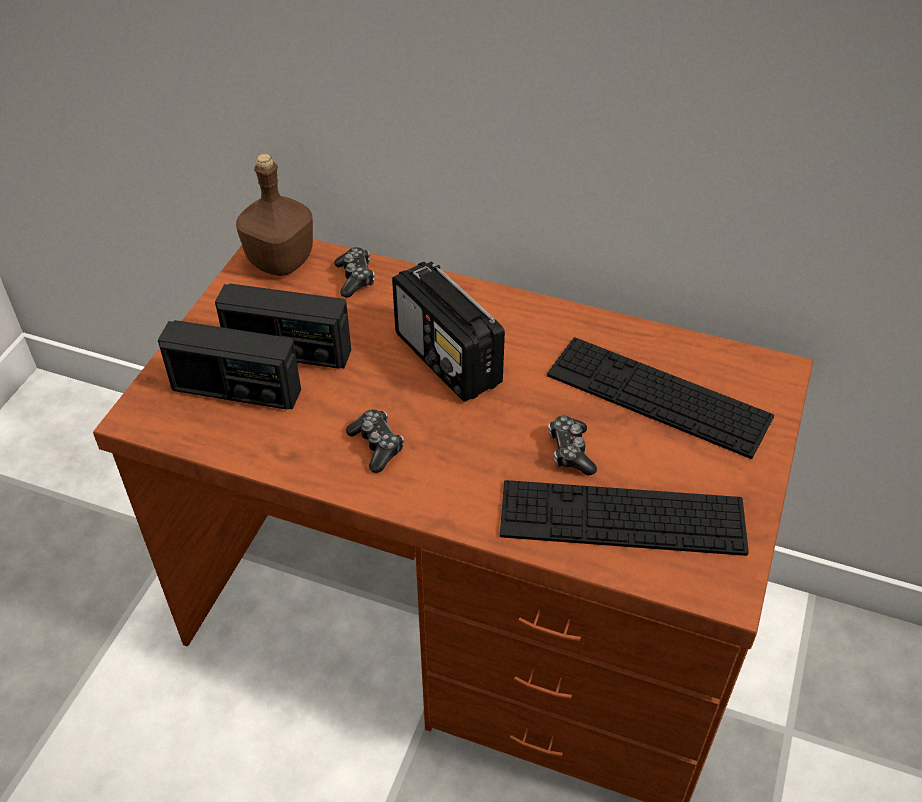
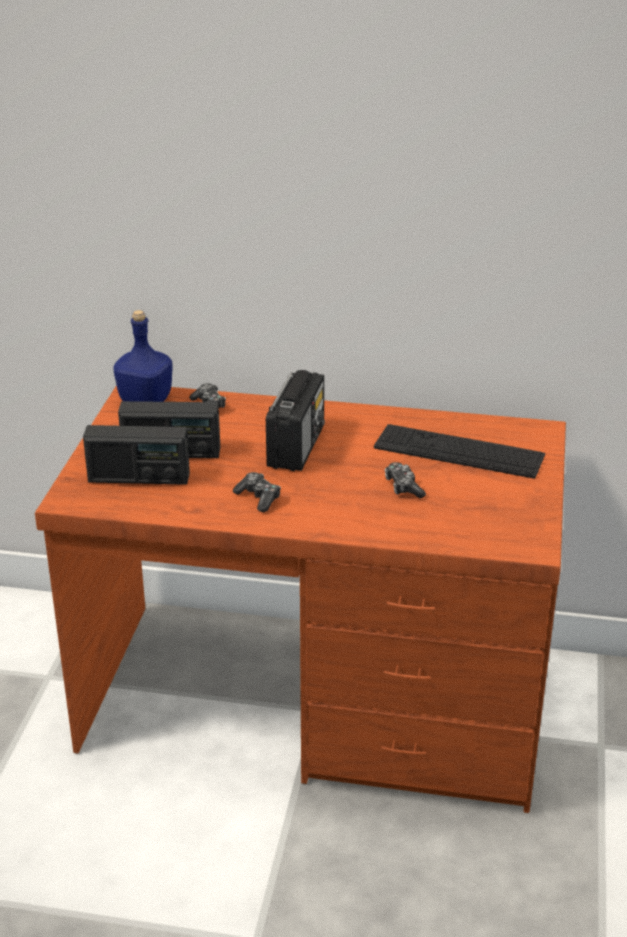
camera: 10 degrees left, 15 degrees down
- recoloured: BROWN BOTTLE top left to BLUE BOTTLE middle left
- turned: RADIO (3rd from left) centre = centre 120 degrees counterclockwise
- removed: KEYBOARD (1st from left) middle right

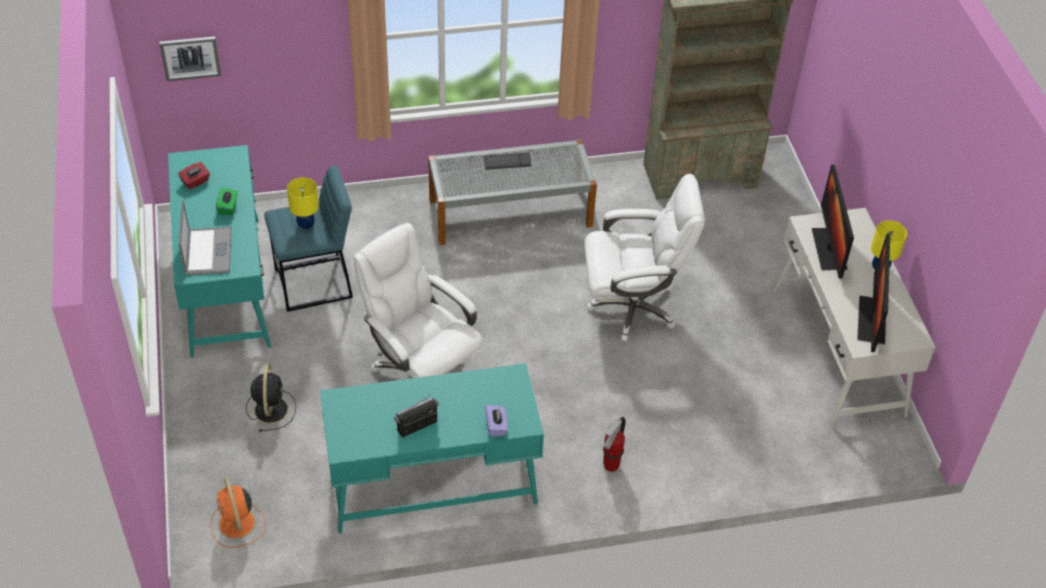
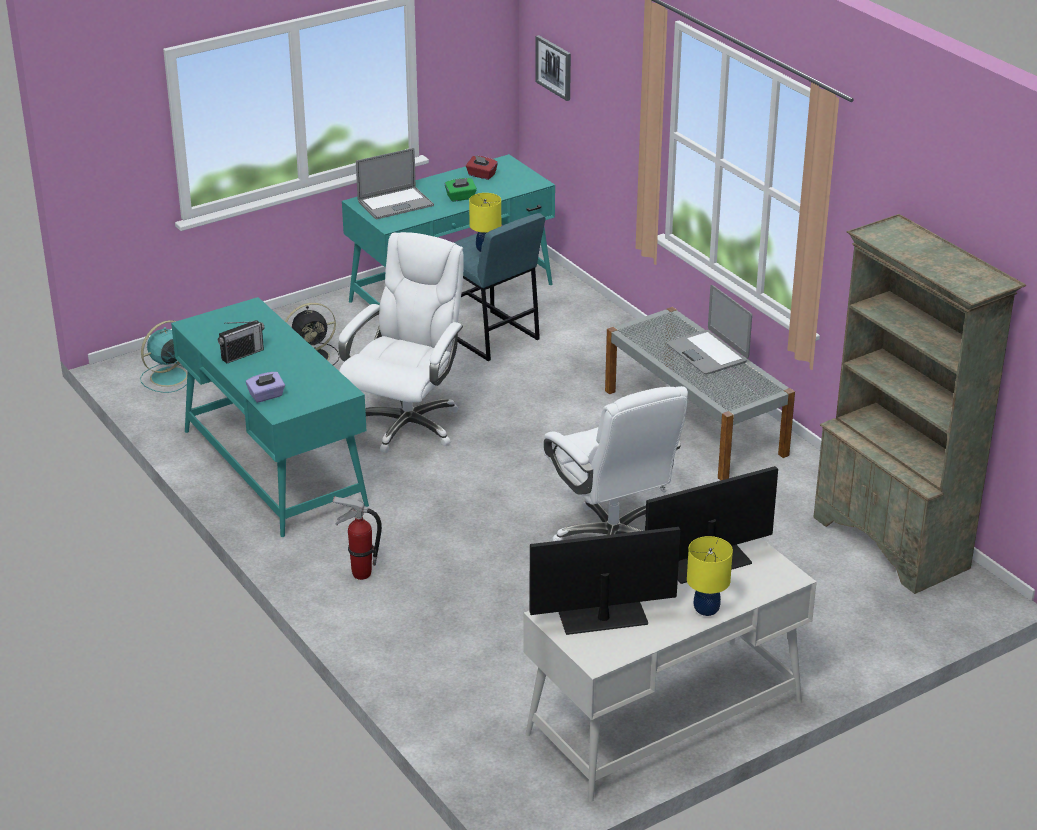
camera: 70 degrees right, 15 degrees down
- recoloured: ORANGE FAN bottom left to TURQUOISE FAN middle left
- turned: RADIO bottom centre = middle left 105 degrees clockwise
- replaced: KEYBOARD top centre to LAPTOP (2nd from left) middle right

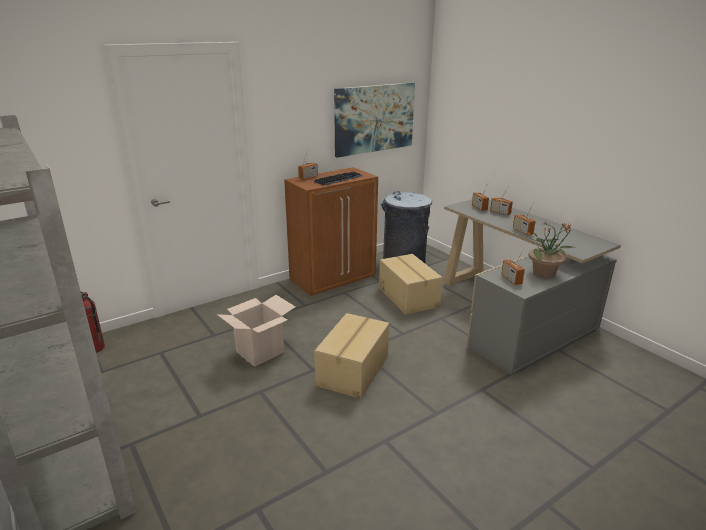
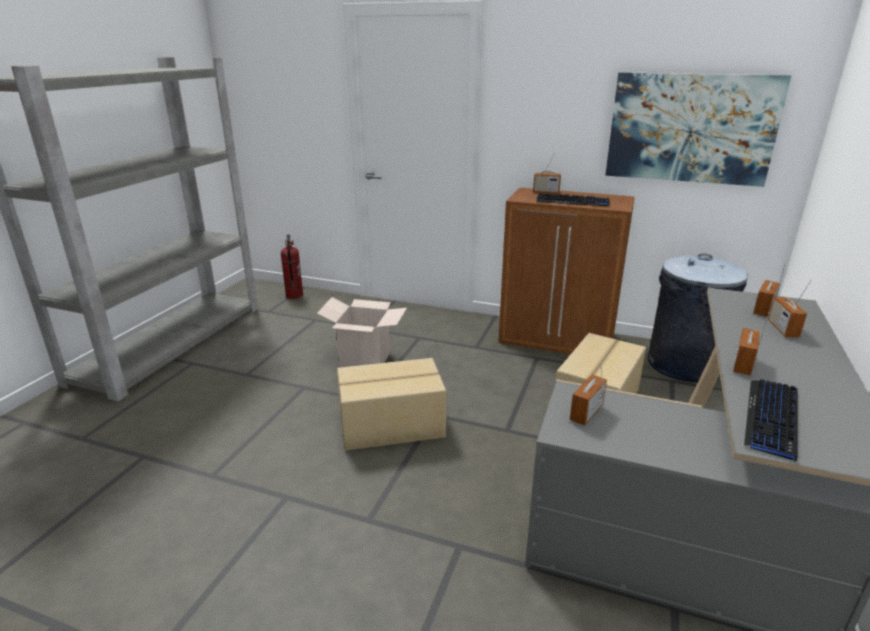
camera: 55 degrees right, 0 degrees up
- added: KEYBOARD (2nd from left) middle right
- removed: POTTED PLANT middle right

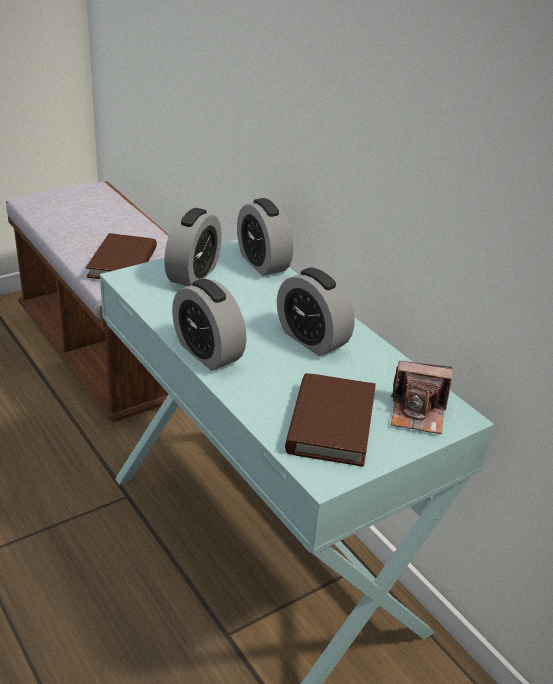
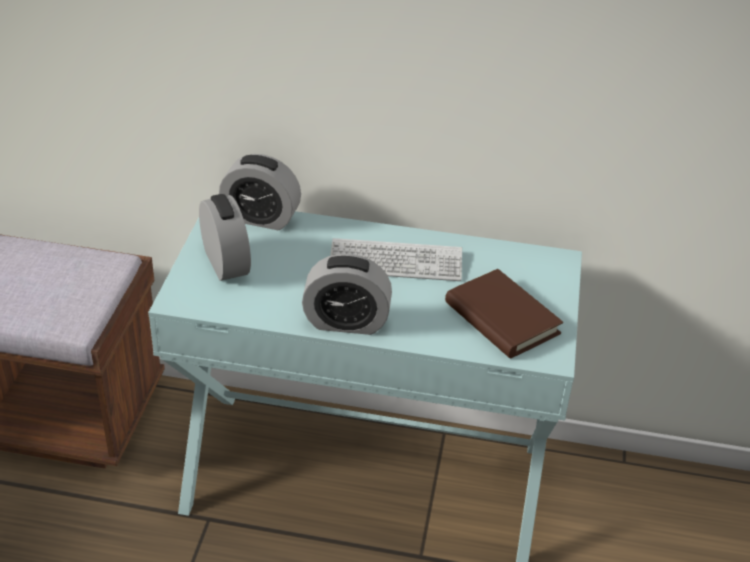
camera: 45 degrees left, 5 degrees up
- replaced: ALARM CLOCK (4th from left) centre to KEYBOARD centre
- removed: BROWN BOOK (1st from left) middle left
- removed: PHOTO CAMERA middle right

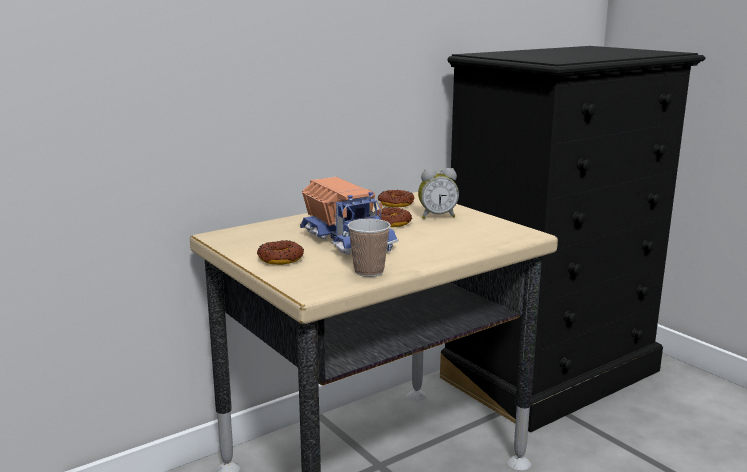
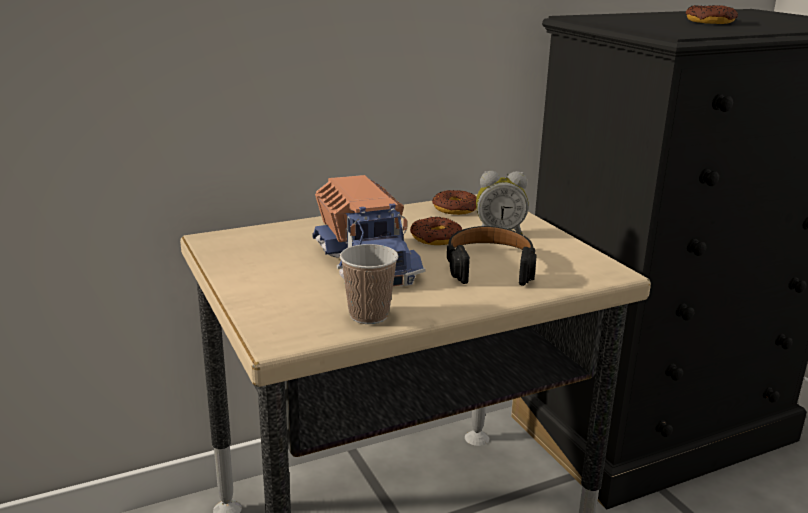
camera: 10 degrees right, 5 degrees up
- added: BLACK HEADPHONES centre
- moved: DONUT (1st from left in the first image) centre to DONUT (3rd from left) top right

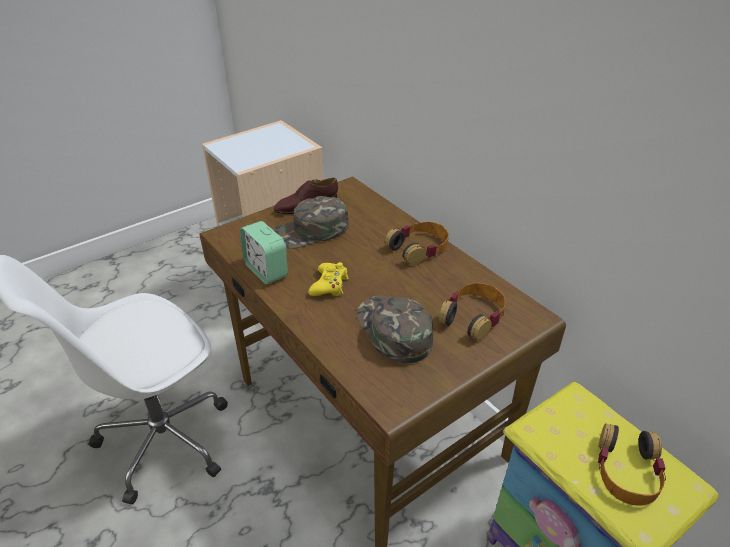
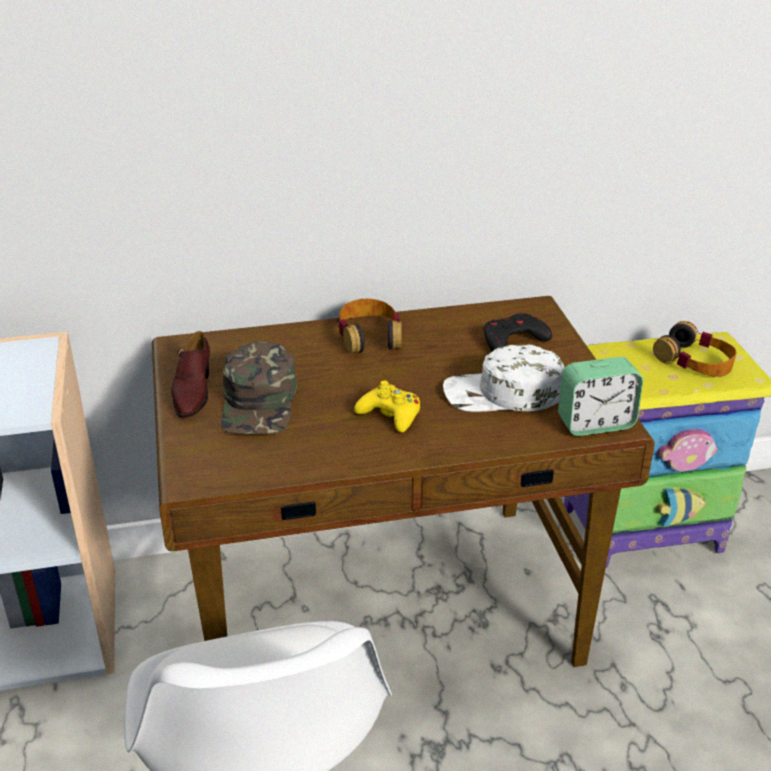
camera: 65 degrees left, 5 degrees down
- recoloured: GREEN CAP (2nd from left) centre to WHITE CAP centre
- replaced: HEADPHONES (2nd from left) centre to BLACK GAME CONTROLLER middle right
- moved: ALARM CLOCK centre to middle right

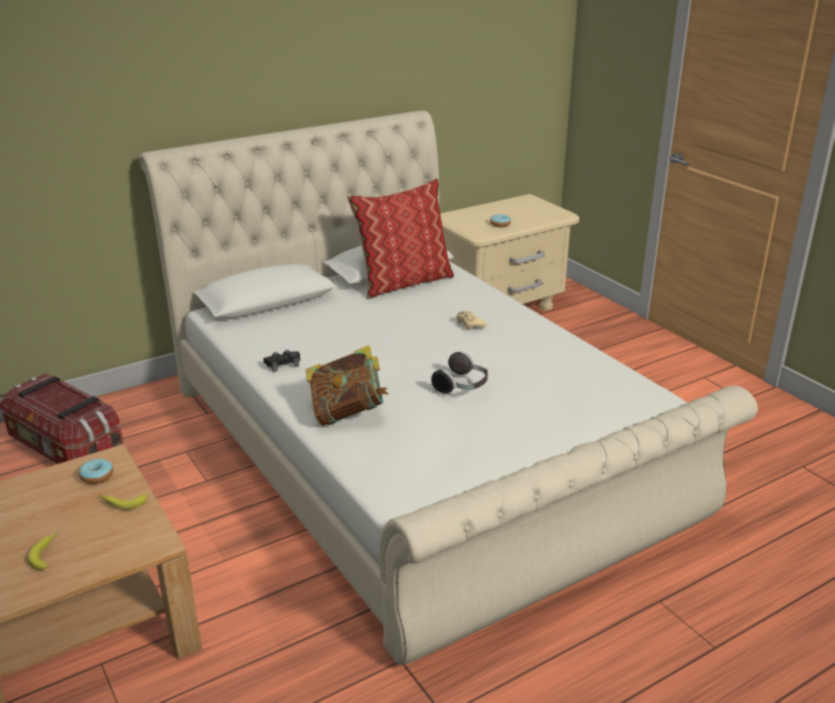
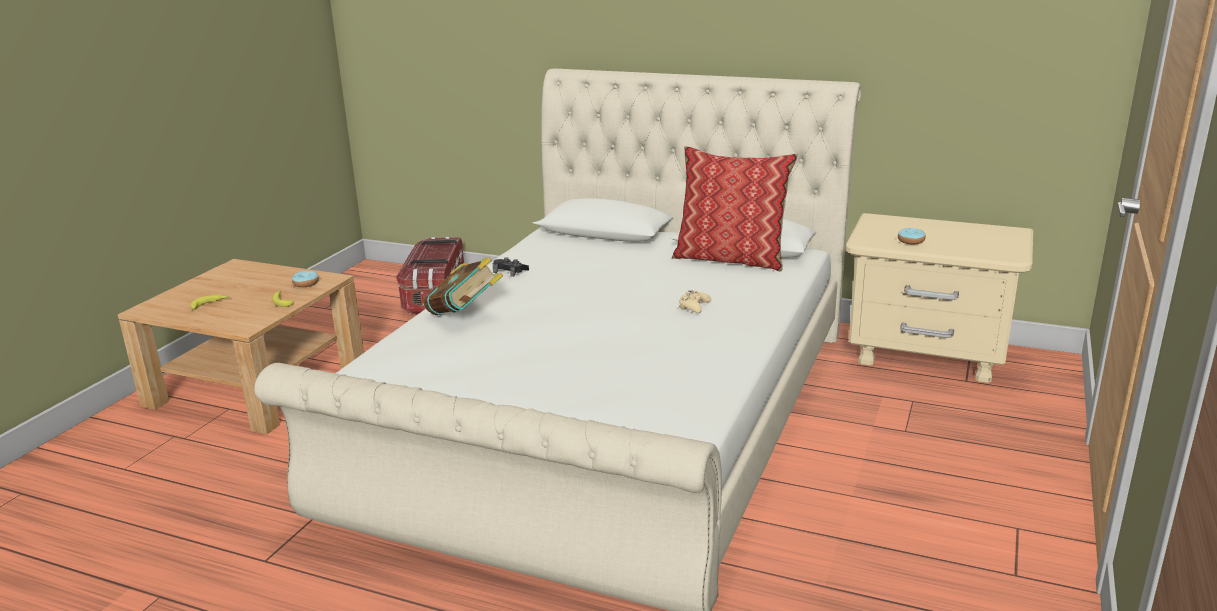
camera: 55 degrees right, 5 degrees down
- removed: HEADPHONES centre

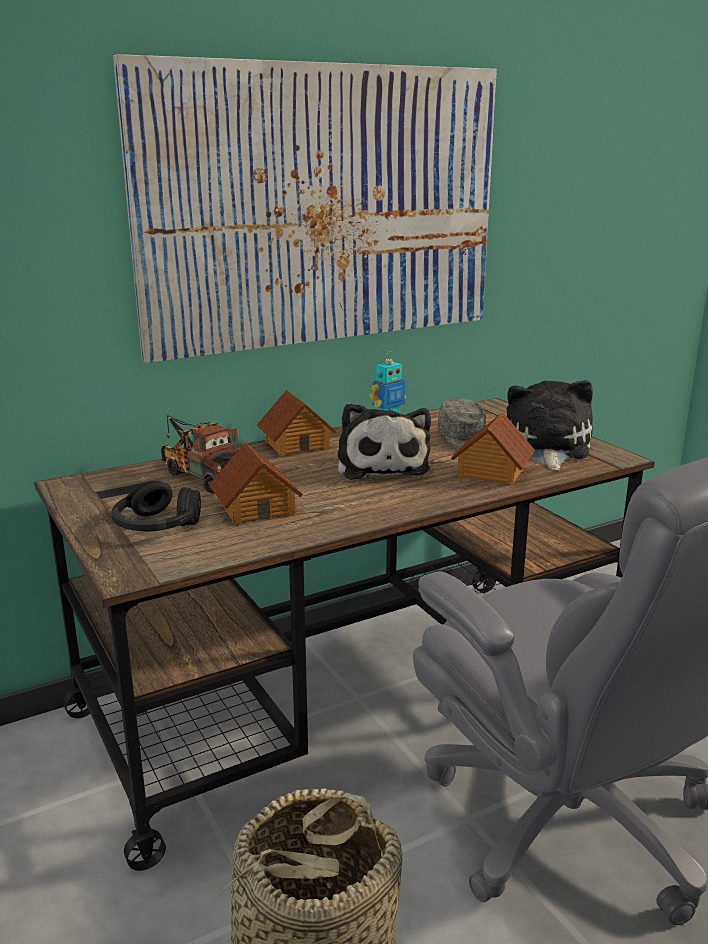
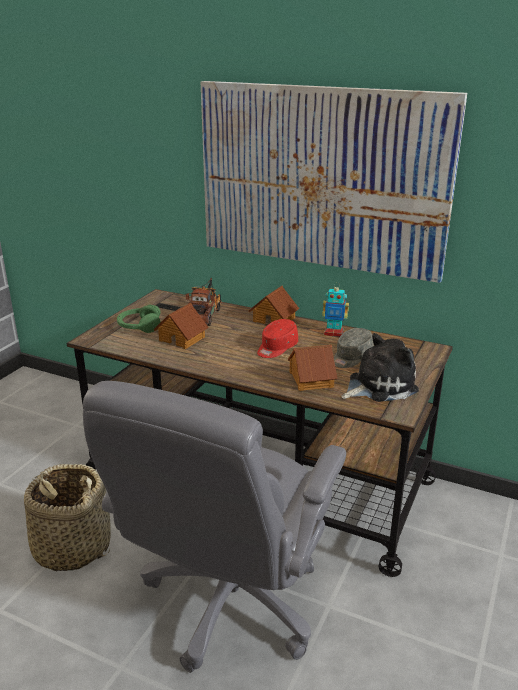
camera: 55 degrees right, 5 degrees up
- recoloured: BLACK HEADPHONES middle left to GREEN HEADPHONES middle left
- replaced: PLUSH TOY (1st from left) centre to RED CAP centre

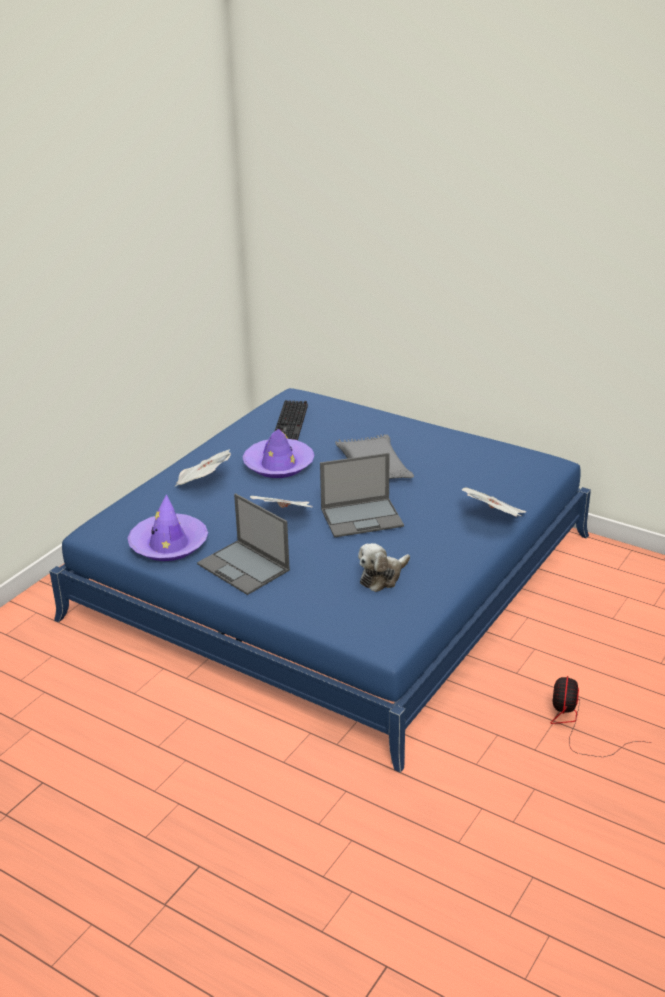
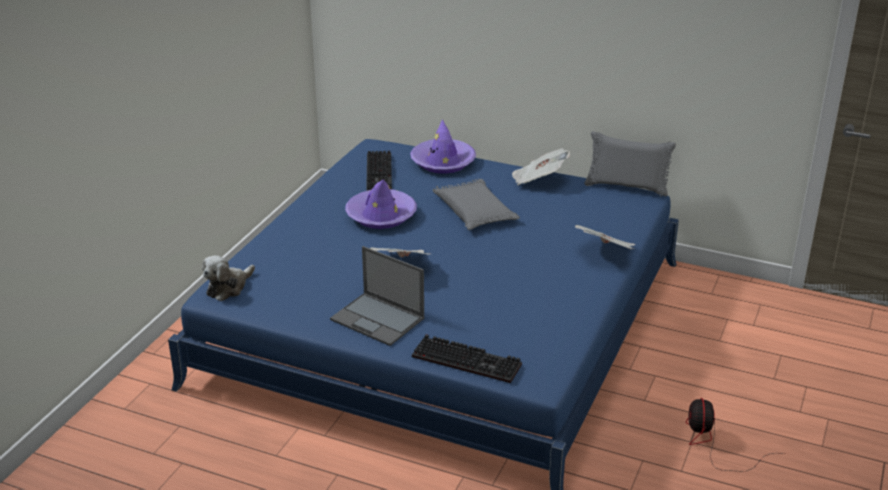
camera: 10 degrees left, 0 degrees up
- moved: PLUSH TOY centre to middle left
- moved: PURPLE HAT (1st from left in the first image) middle left to PURPLE HAT (2nd from left) top centre
- added: KEYBOARD (2nd from left) bottom centre
- moved: NEWSPAPER (1st from left in the first image) middle left to NEWSPAPER (2nd from left) centre
- added: GREY PILLOW (2nd from left) top right
- removed: LAPTOP (2nd from left) centre

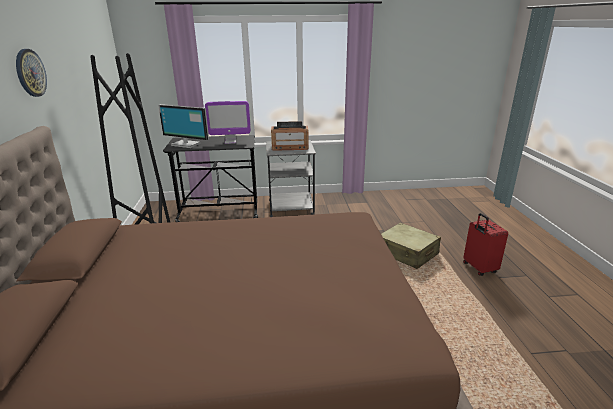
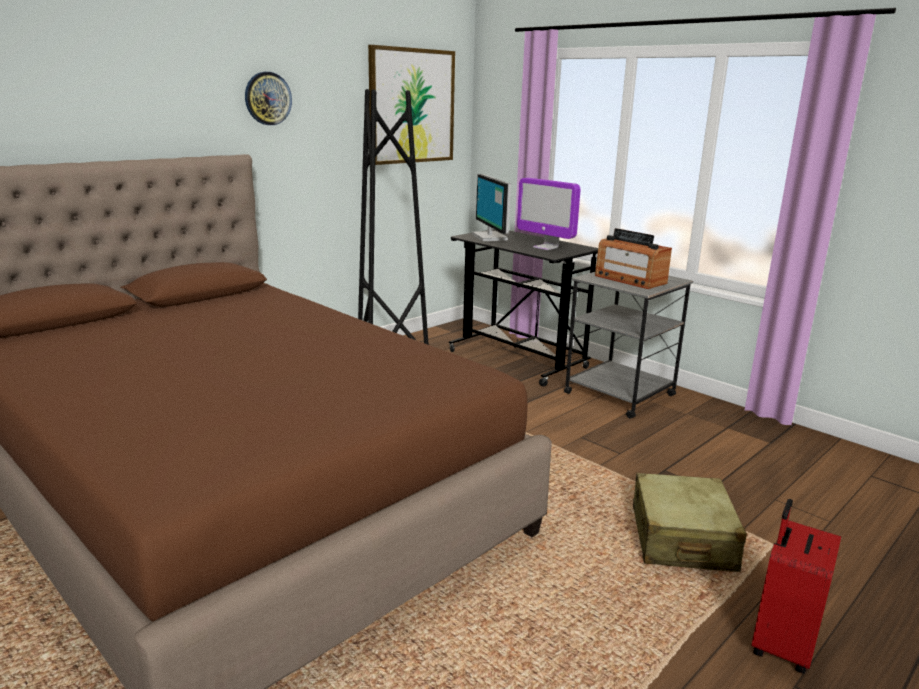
camera: 50 degrees right, 5 degrees down
- added: PICTURE top centre

